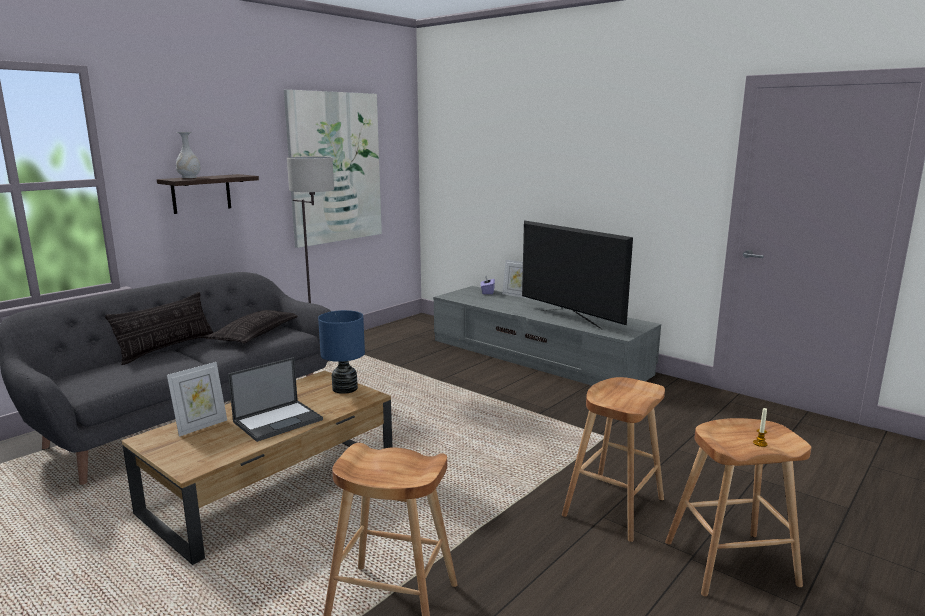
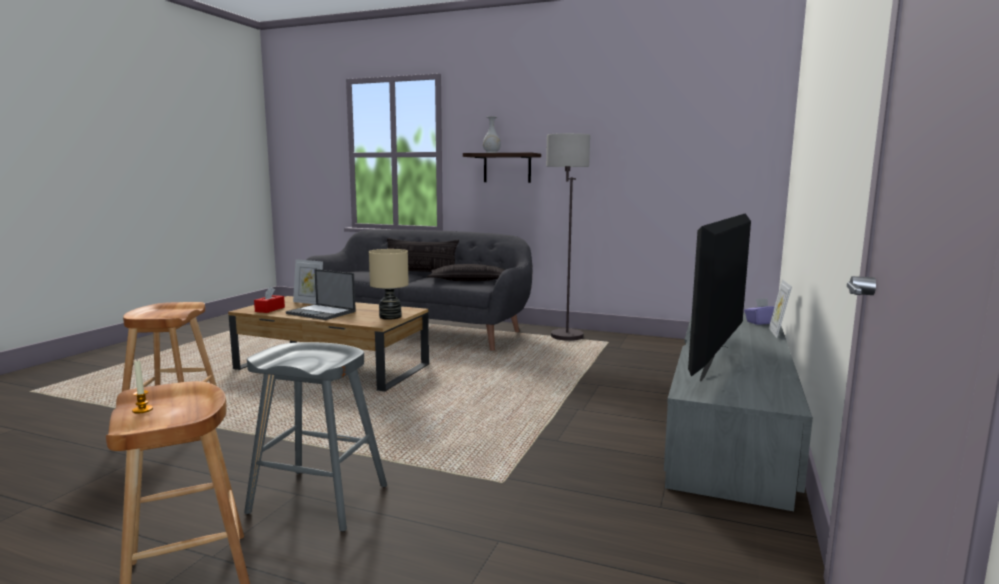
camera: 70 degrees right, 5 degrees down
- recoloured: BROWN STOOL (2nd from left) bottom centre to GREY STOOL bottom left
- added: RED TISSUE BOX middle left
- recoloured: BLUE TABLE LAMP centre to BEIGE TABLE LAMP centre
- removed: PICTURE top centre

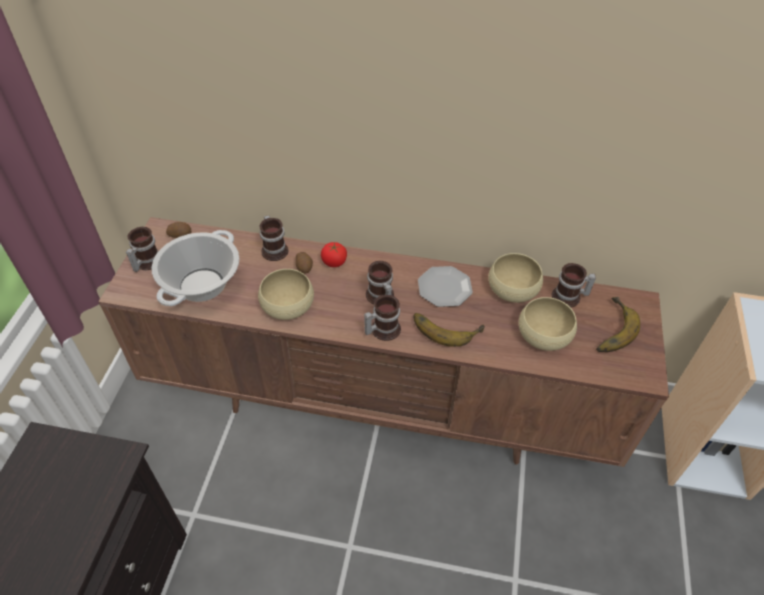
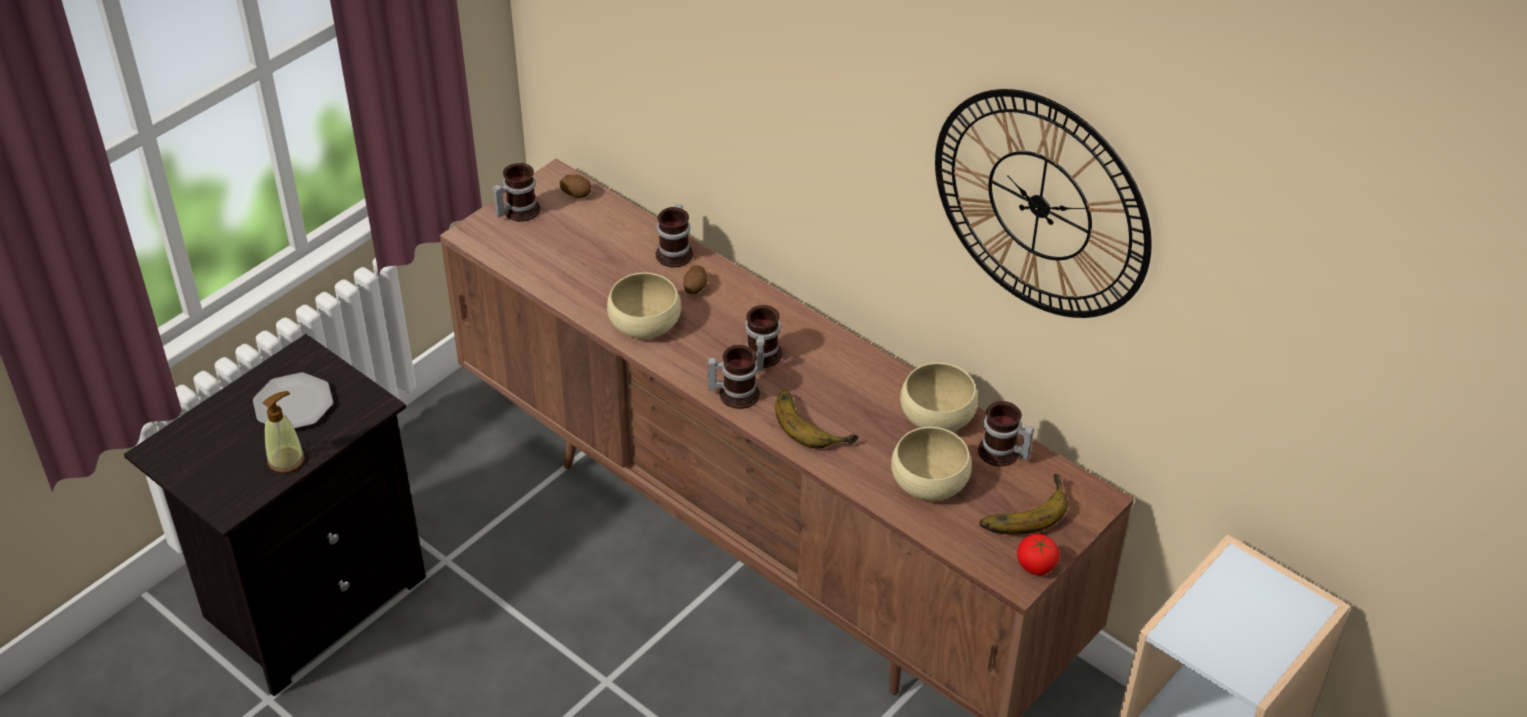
camera: 30 degrees right, 5 degrees down
- moved: PLATE centre to middle left
- added: SOAP DISPENSER middle left
- added: WALL CLOCK top right
- moved: TOMATO centre to bottom right
- removed: COOKING POT middle left

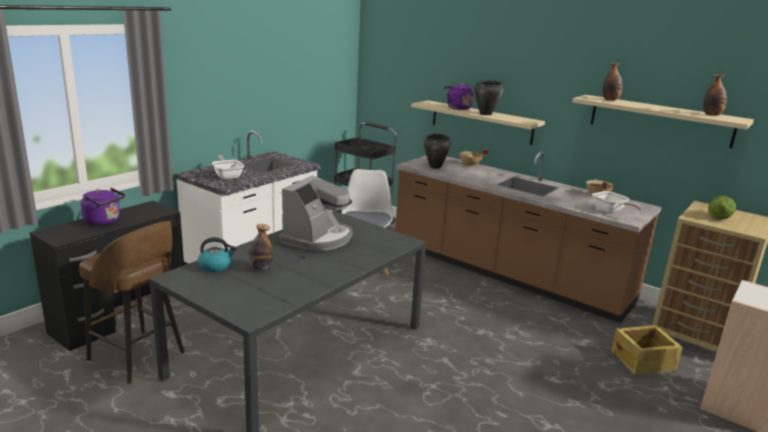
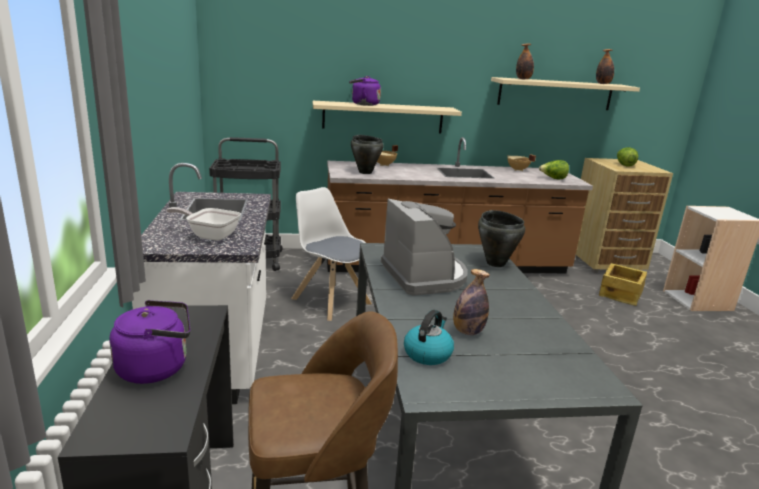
camera: 45 degrees left, 0 degrees up
- moved: BLACK COOKING POT (2nd from left) top centre to centre
- replaced: FRYING PAN (2nd from left) middle right to LETTUCE (1st from left) middle right

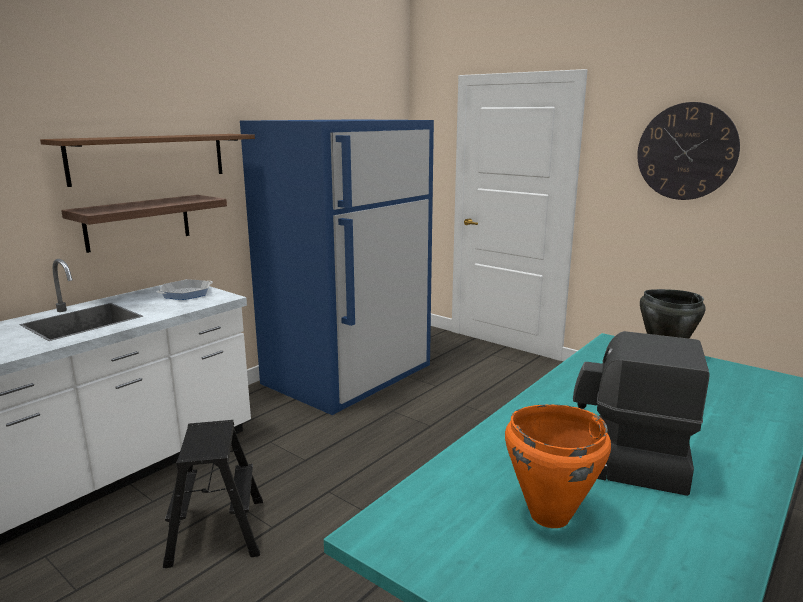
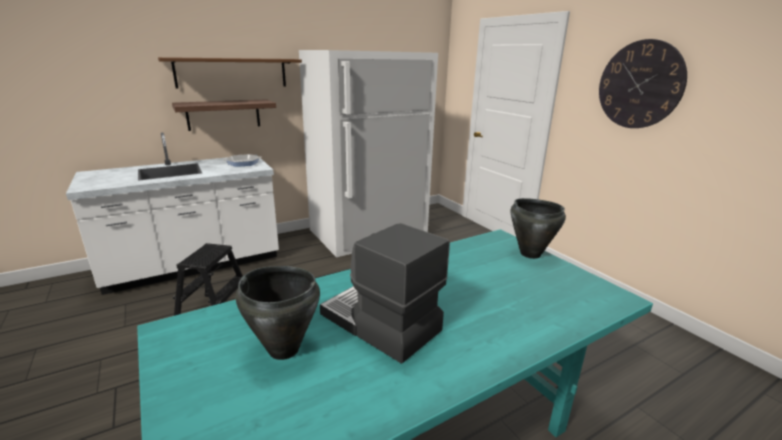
camera: 20 degrees right, 5 degrees up
- recoloured: ORANGE COOKING POT bottom right to BLACK COOKING POT (1st from left) bottom centre
- recoloured: BLUE FRIDGE centre to WHITE FRIDGE centre

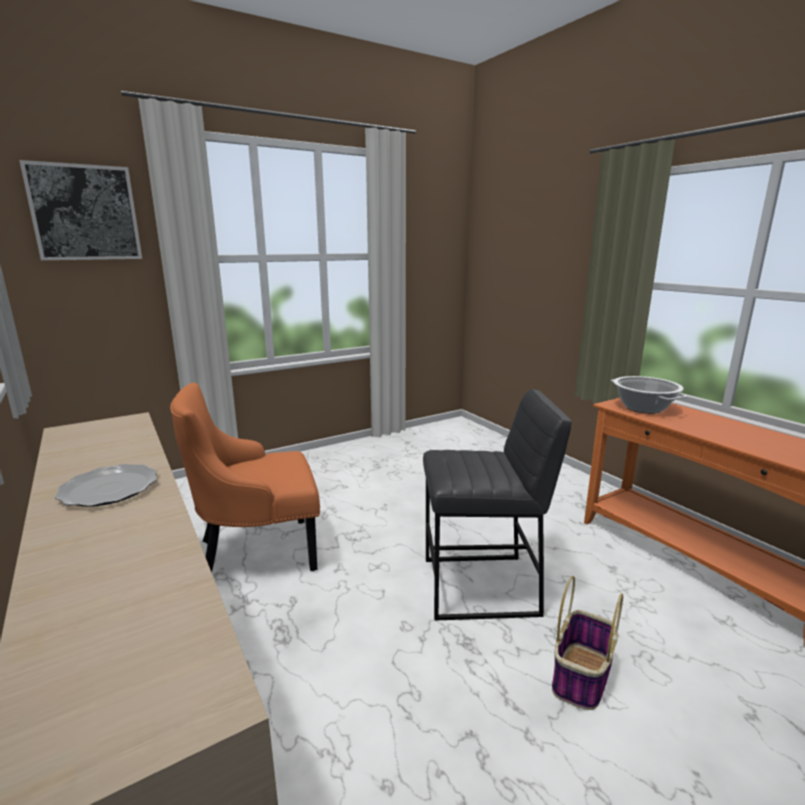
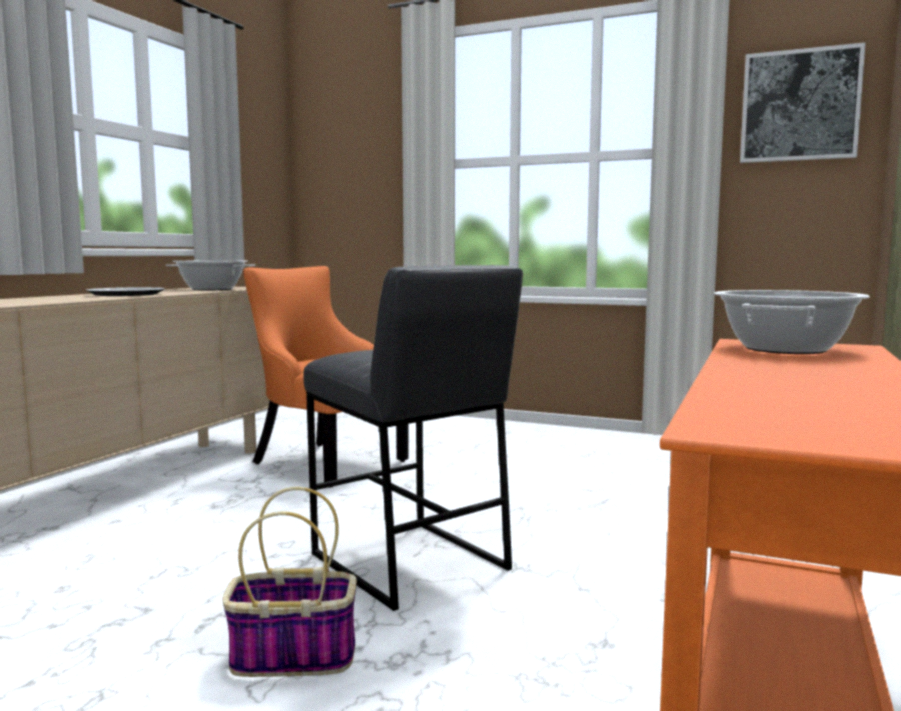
camera: 55 degrees right, 10 degrees down
- added: COOKING POT (1st from left) middle left
- moved: PICTURE top left to top right

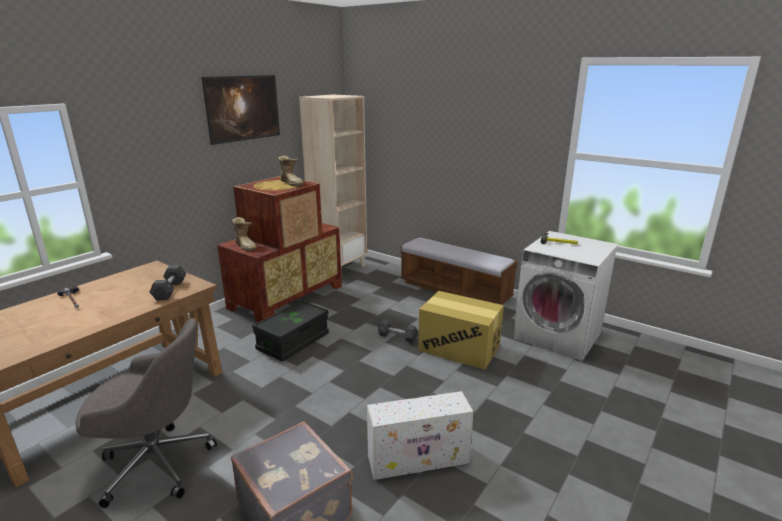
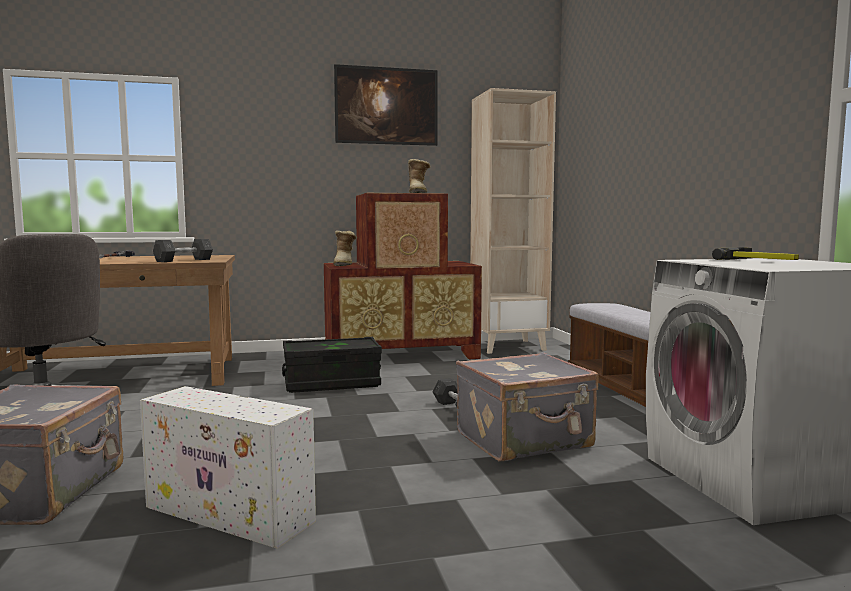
camera: 40 degrees right, 15 degrees down
- replaced: CARDBOARD BOX centre to GREY SUITCASE (2nd from left) bottom centre

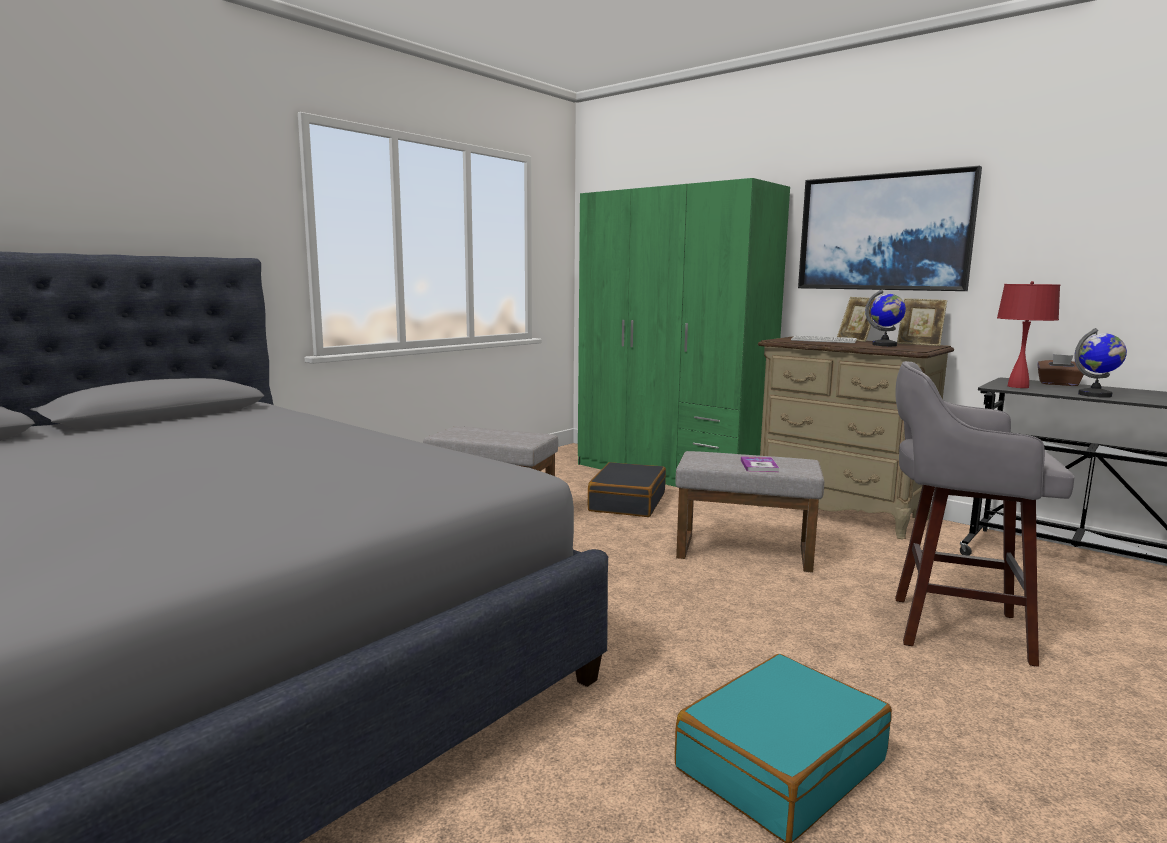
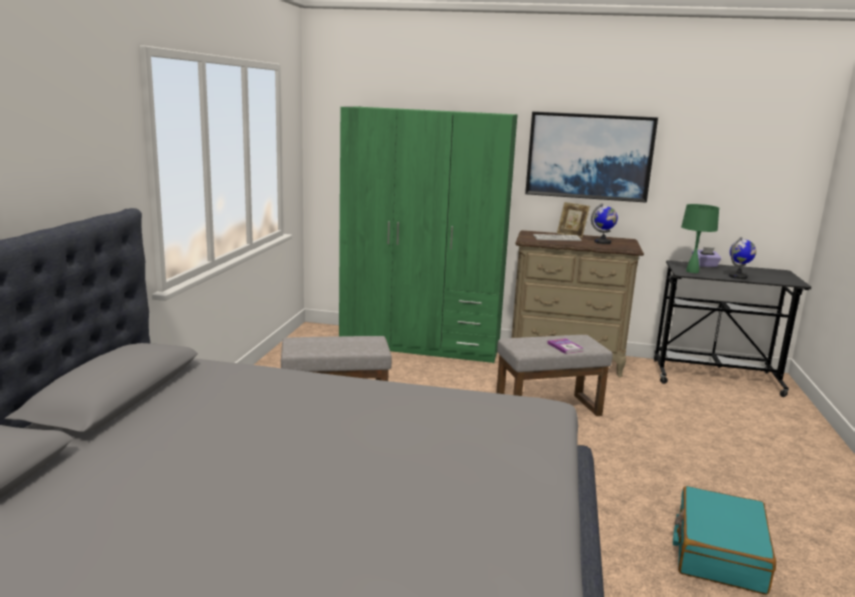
camera: 30 degrees left, 5 degrees up
- recoloured: RED TABLE LAMP middle right to GREEN TABLE LAMP middle right
- recoloured: BROWN TISSUE BOX middle right to PURPLE TISSUE BOX middle right
- removed: BLACK SUITCASE centre
- removed: GREY STOOL middle right
- removed: PICTURE FRAME (2nd from left) middle right

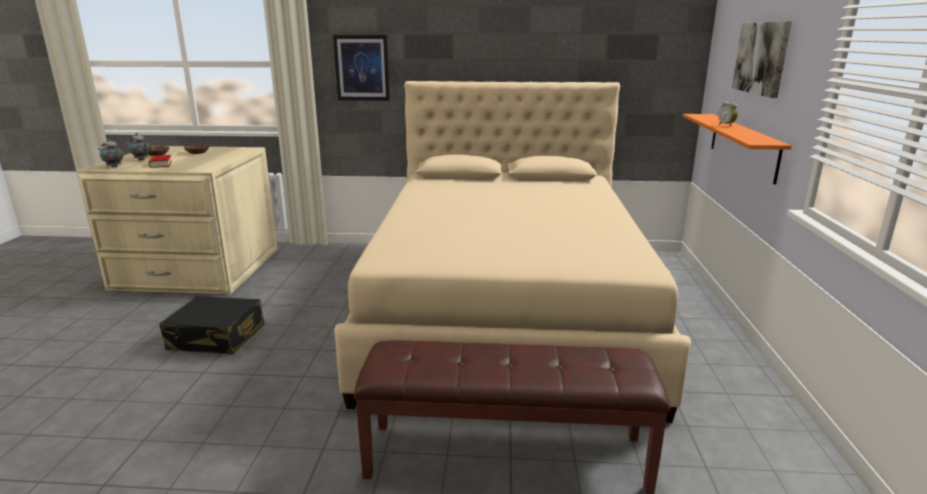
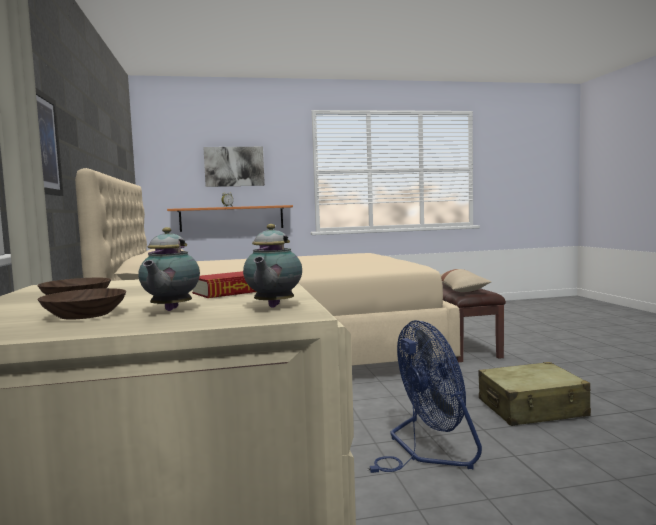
camera: 105 degrees left, 15 degrees down
- replaced: BLACK SUITCASE middle left to BLUE FAN bottom centre
- added: BEIGE PILLOW middle right
- added: BEIGE SUITCASE bottom right

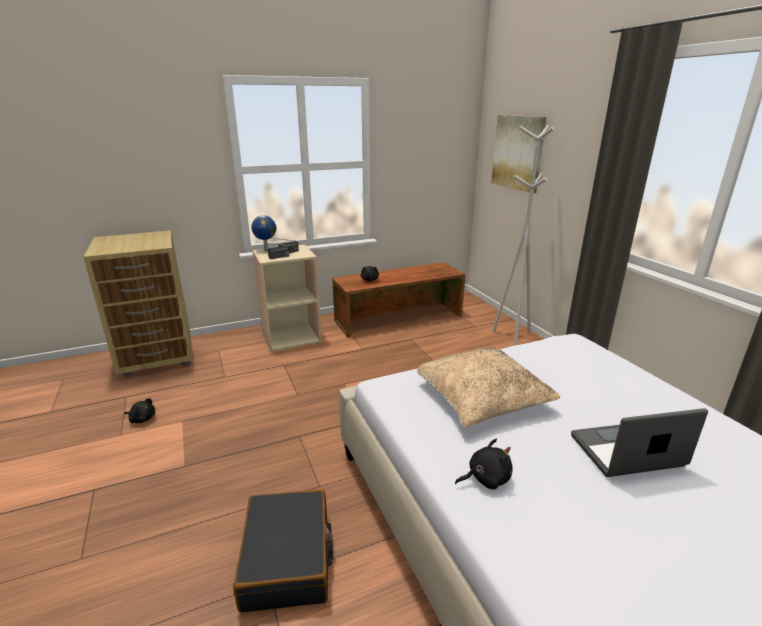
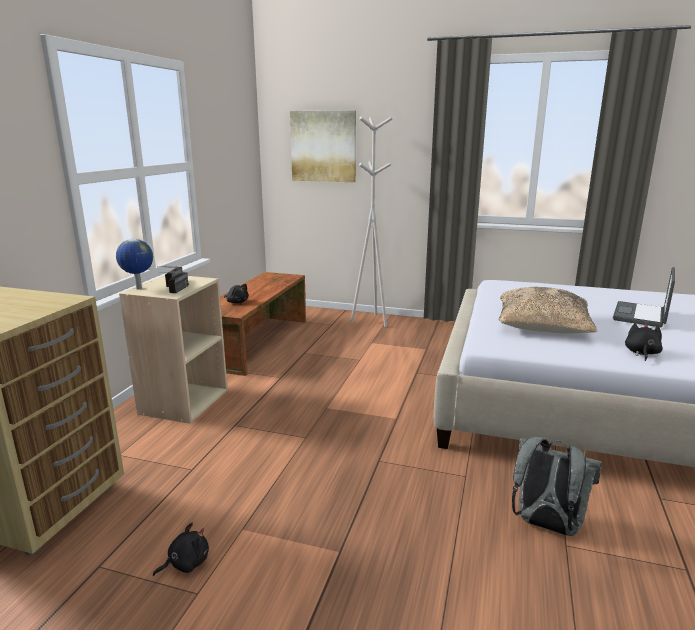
camera: 50 degrees left, 5 degrees down
- replaced: BLACK SUITCASE bottom centre to GREY BACKPACK bottom right

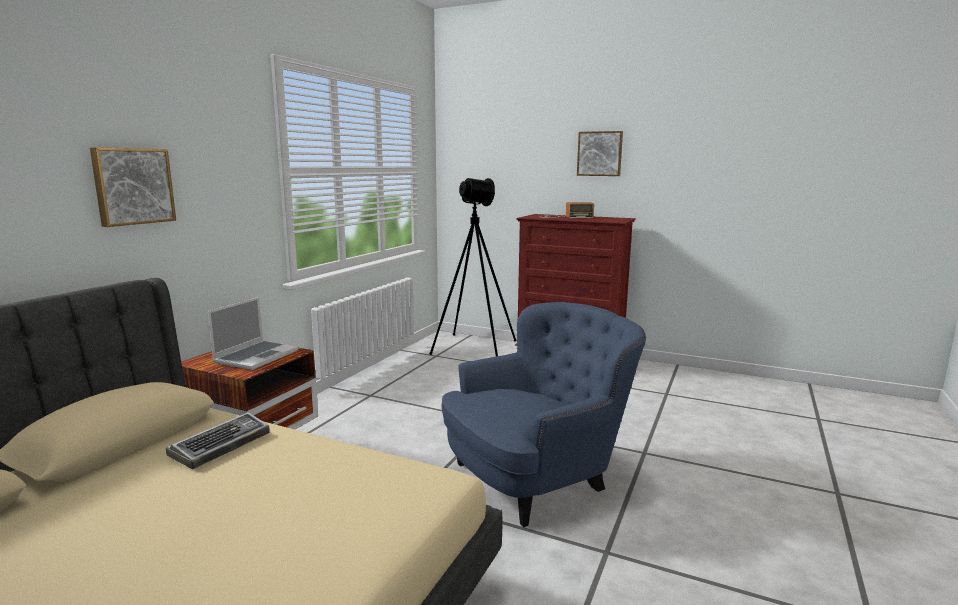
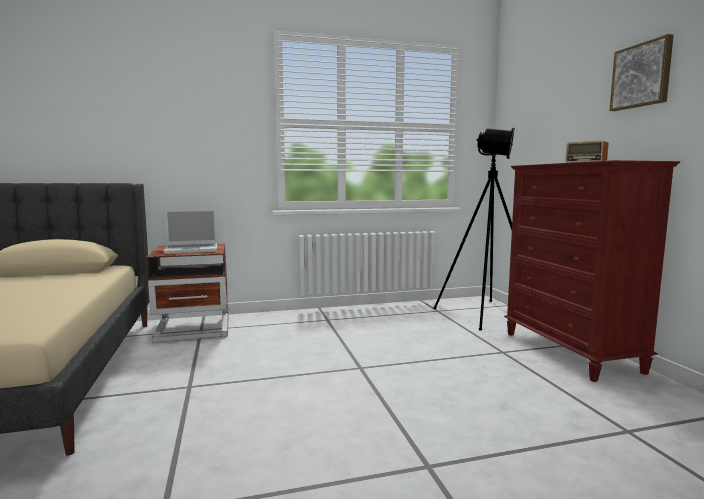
camera: 50 degrees right, 5 degrees down
- removed: PICTURE (1st from left) top left
- removed: KEYBOARD bottom left
- removed: BLUE ARMCHAIR bottom centre

